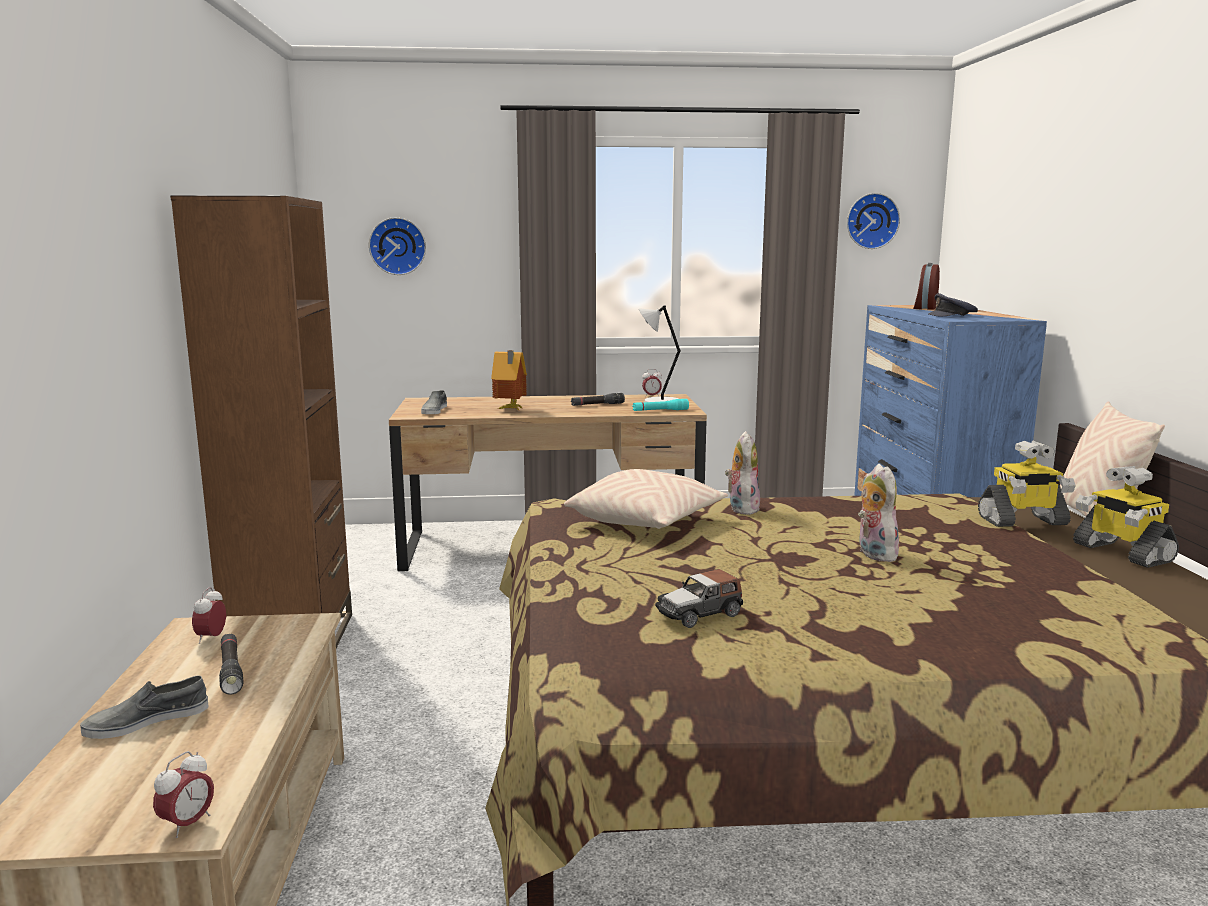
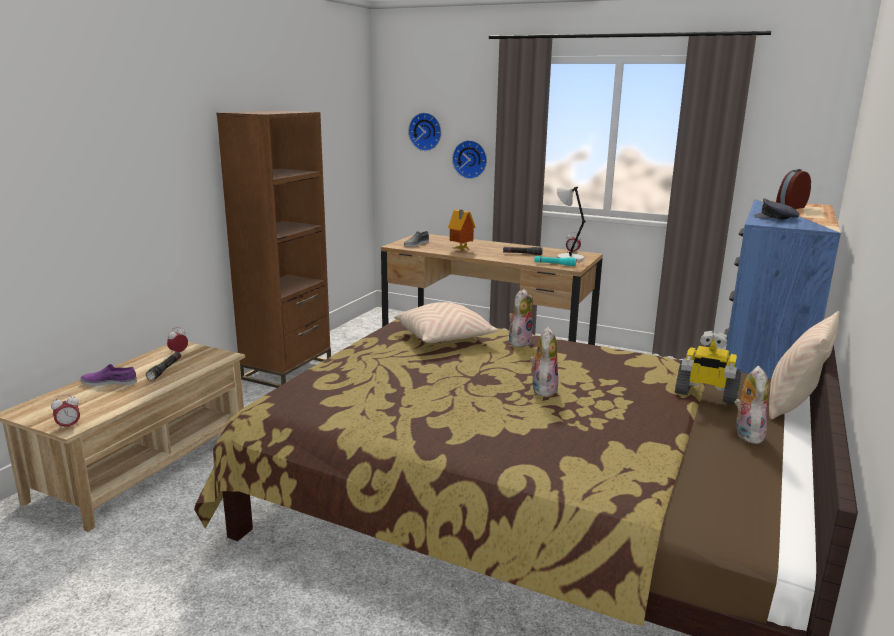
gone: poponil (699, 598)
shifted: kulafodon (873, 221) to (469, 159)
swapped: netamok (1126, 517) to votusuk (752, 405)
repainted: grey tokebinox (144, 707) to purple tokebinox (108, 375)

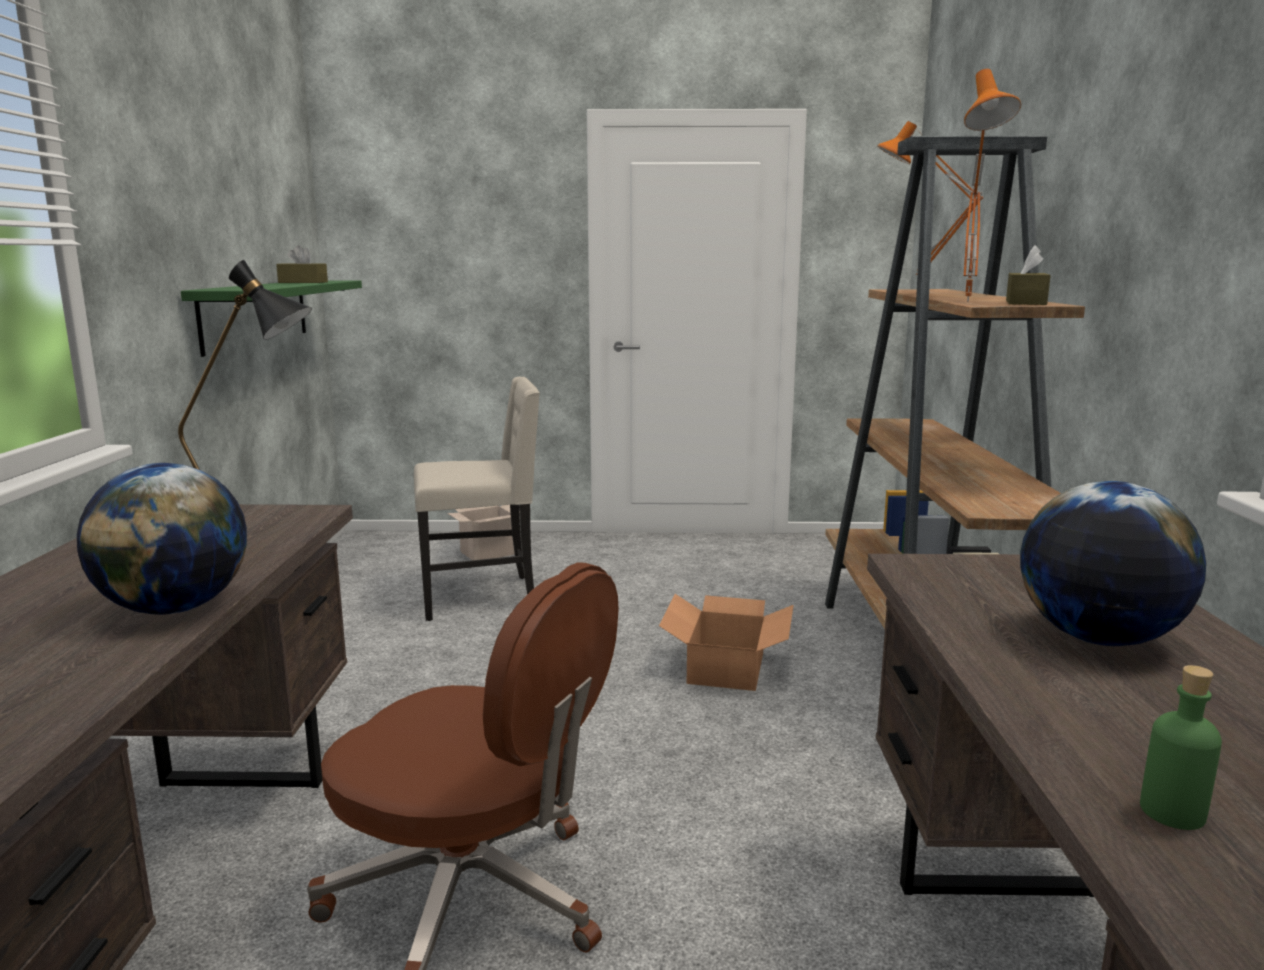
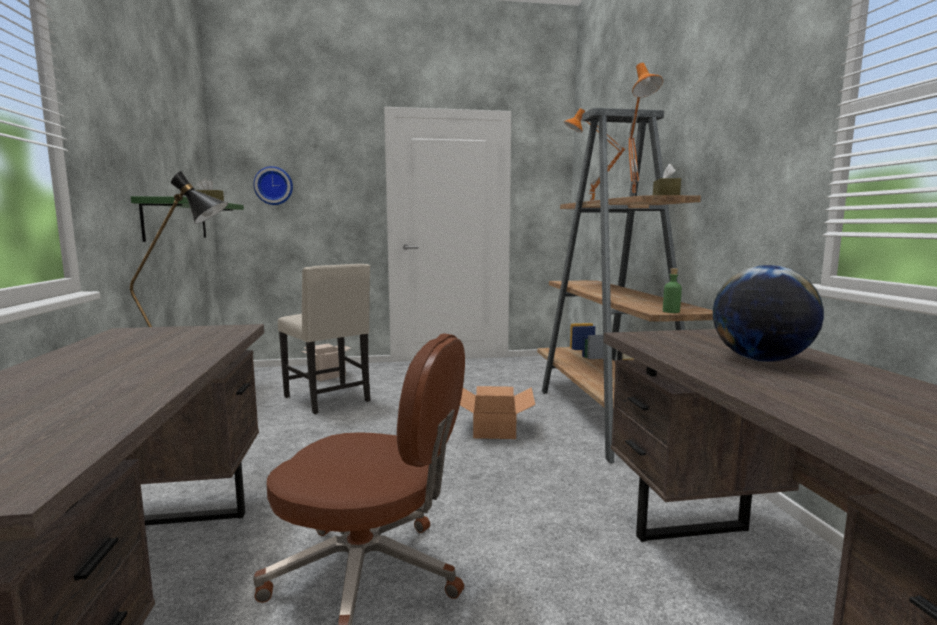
gone: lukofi (162, 539)
new: kulafodon (273, 185)
shifted: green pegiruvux (1181, 747) to (672, 290)
rotated: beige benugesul (477, 499) = (324, 339) 75 degrees clockwise

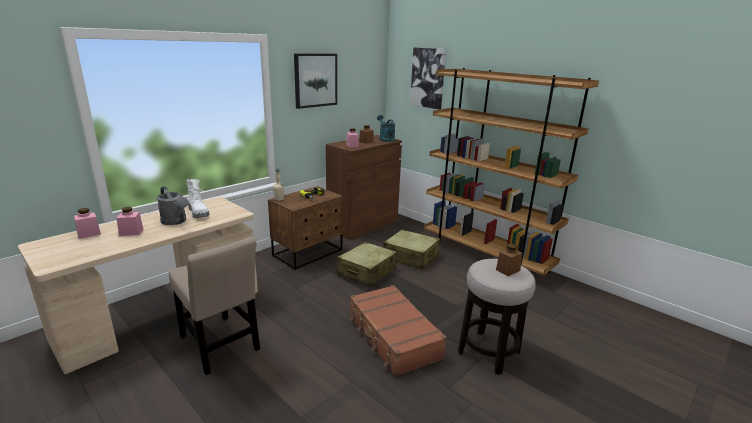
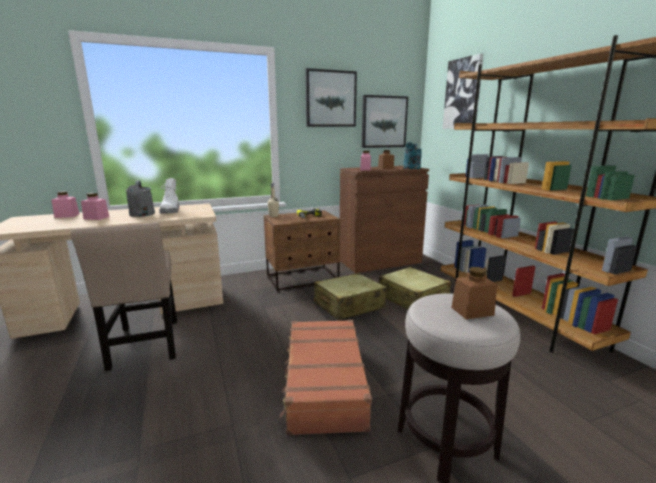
new: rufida (385, 121)

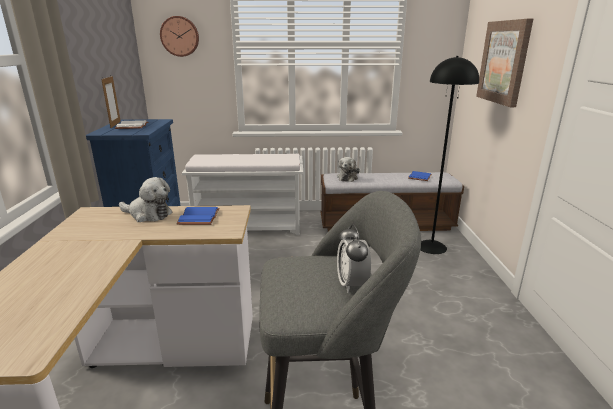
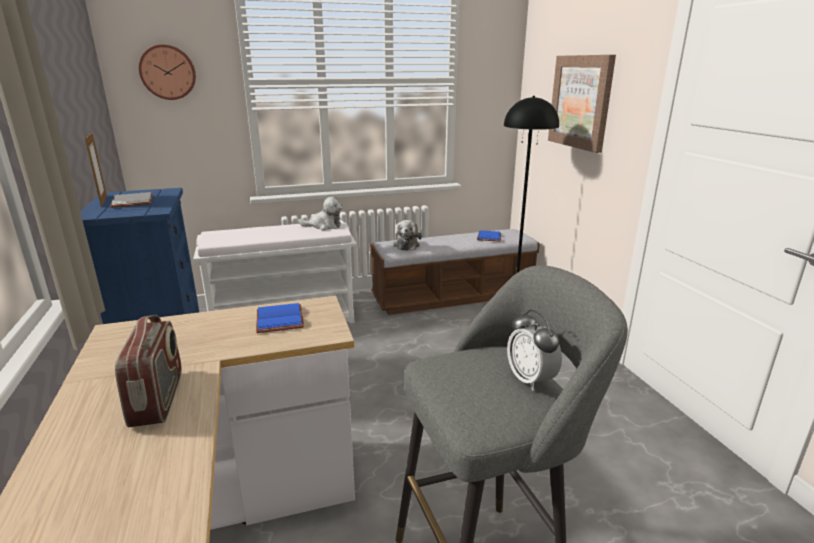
new: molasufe (148, 371)
shifted: votusuk (146, 199) to (320, 213)

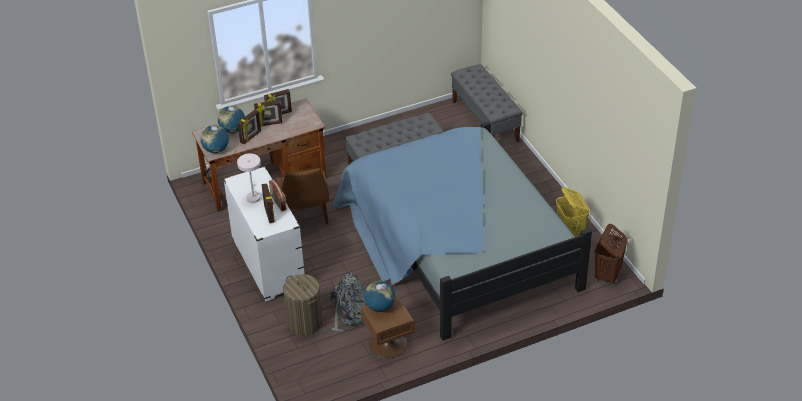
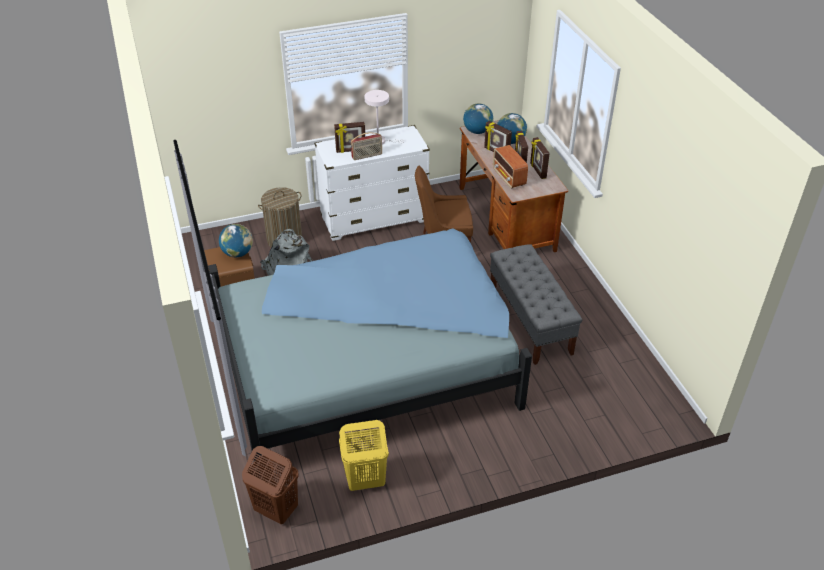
gone: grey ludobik (487, 103)
new: molasufe (510, 167)

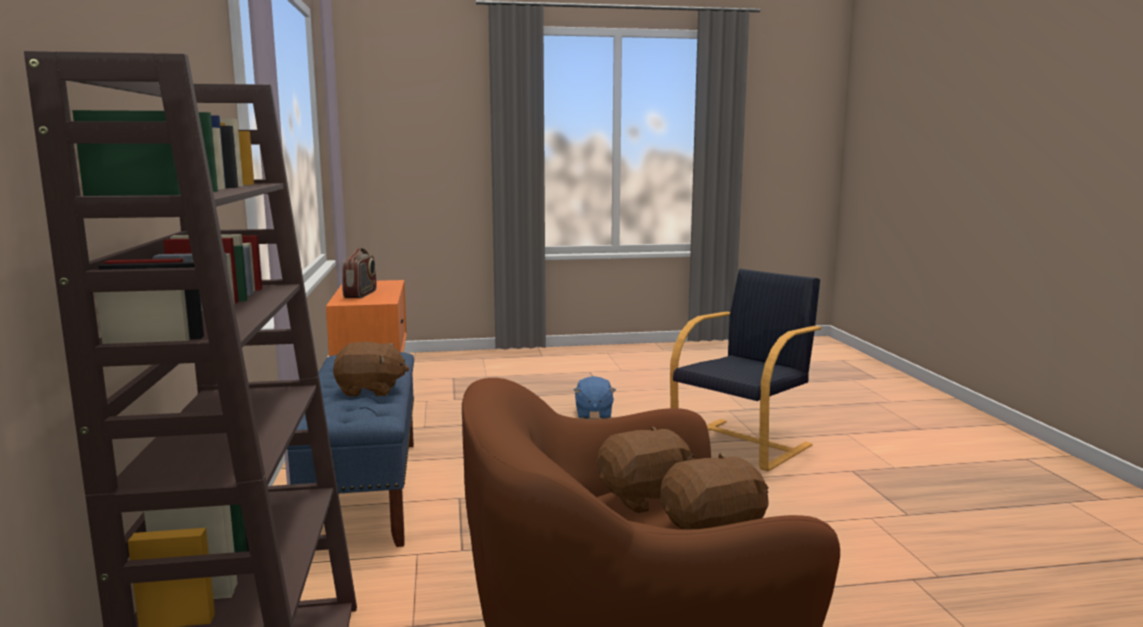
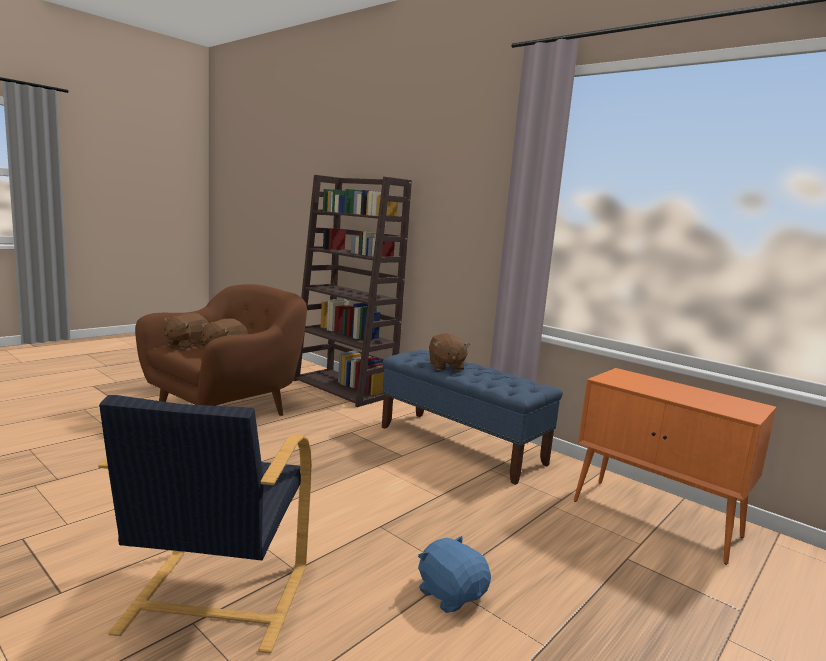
gone: molasufe (359, 273)
rotated: brown votusuk (371, 369) = (449, 352) 60 degrees counterclockwise

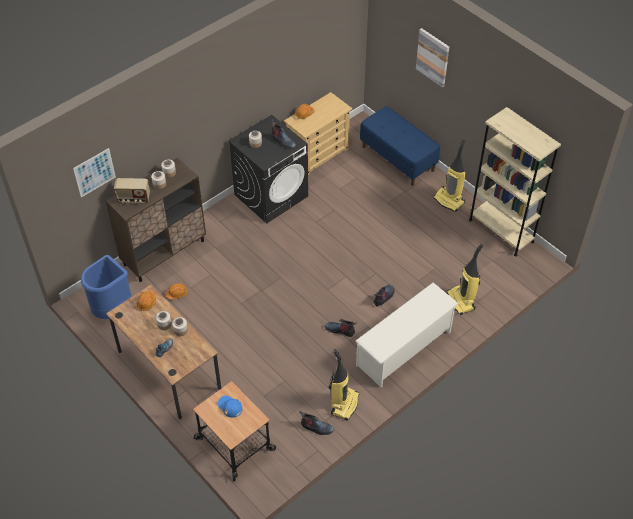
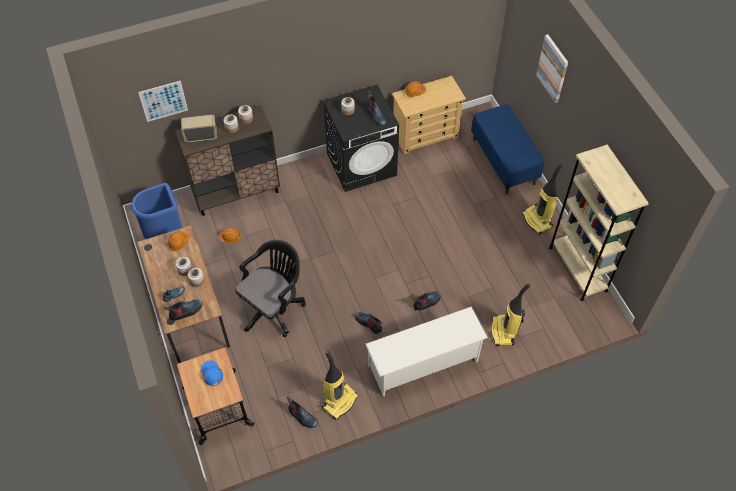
new: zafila (183, 309); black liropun (270, 288)
rotated: molasufe (131, 190) = (199, 129) 150 degrees clockwise

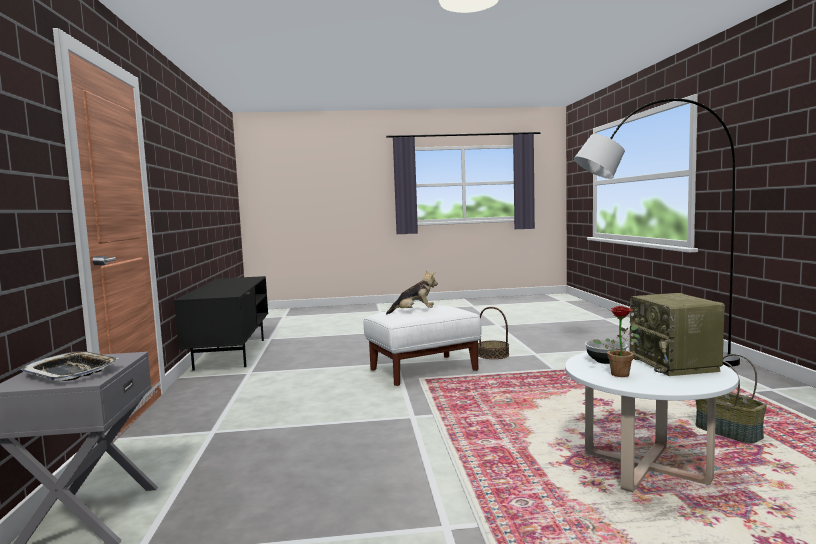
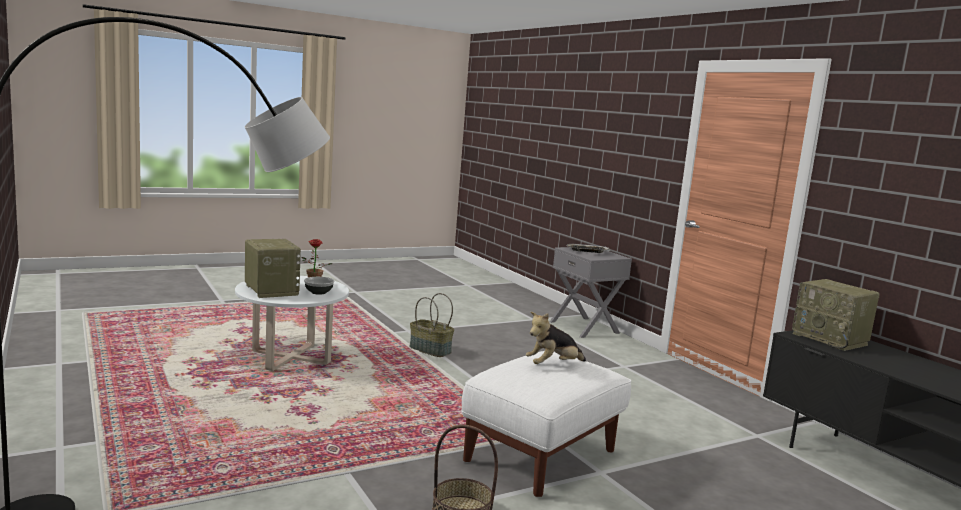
new: molasufe (836, 315)
shifted: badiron (731, 399) to (431, 325)

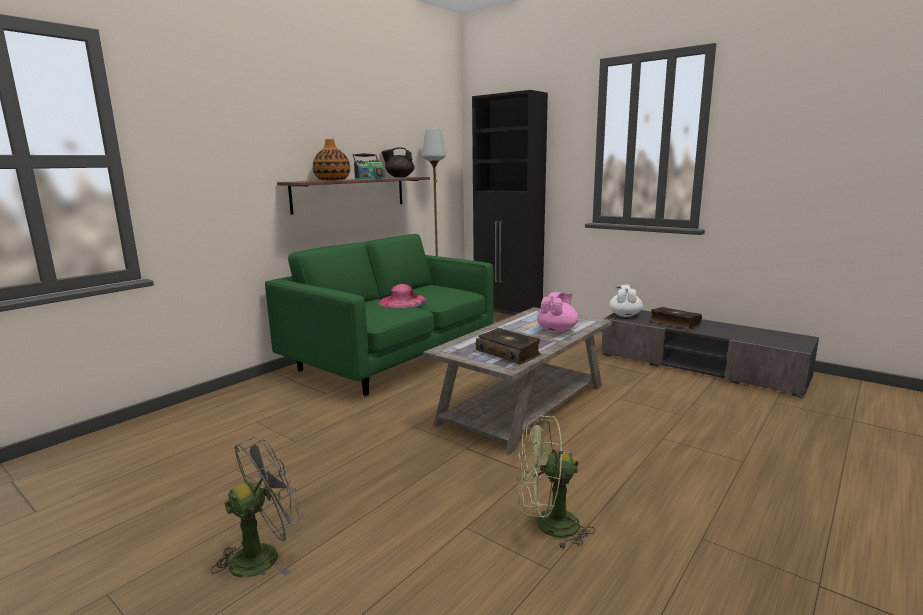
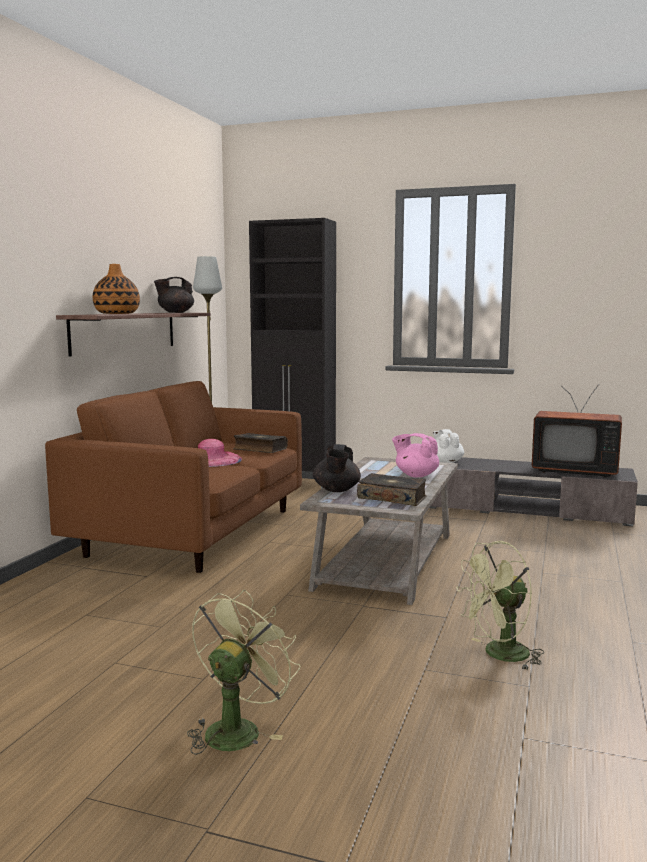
gone: molasufe (369, 166)
new: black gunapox (337, 468); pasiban (577, 431)
shifted: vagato (676, 318) to (261, 443)
repainted: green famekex (379, 315) to brown famekex (173, 477); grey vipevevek (257, 507) to green vipevevek (243, 672)
rotated: pink gunapox (558, 312) = (415, 455) 75 degrees counterclockwise

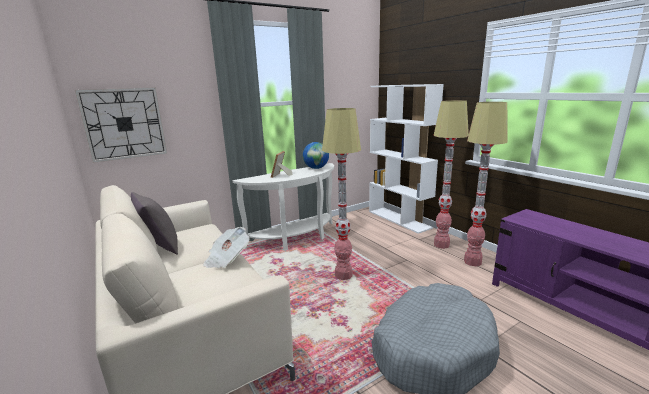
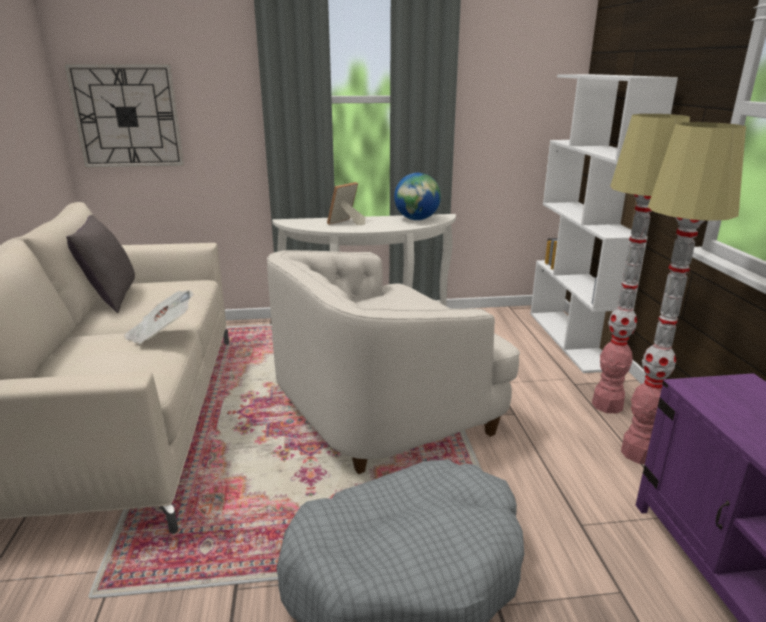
swapped: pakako (341, 194) to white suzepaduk (393, 362)

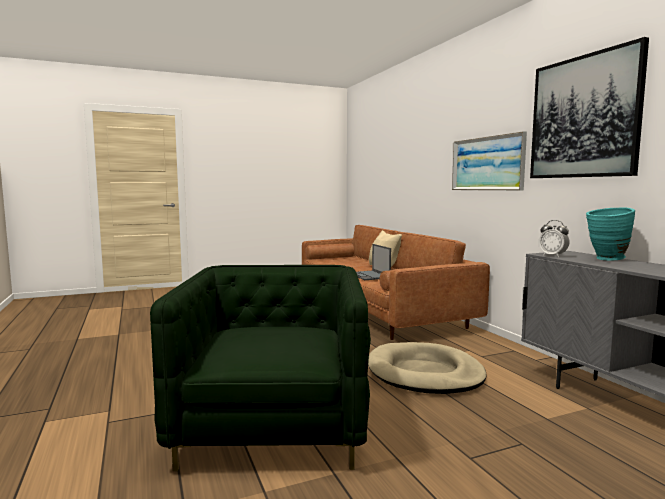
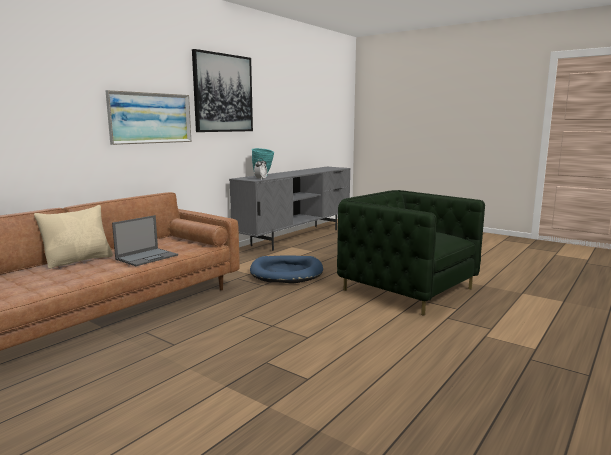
repainted: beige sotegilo (427, 368) to blue sotegilo (286, 269)
rotated: green suzepaduk (260, 368) = (411, 253) 75 degrees clockwise

